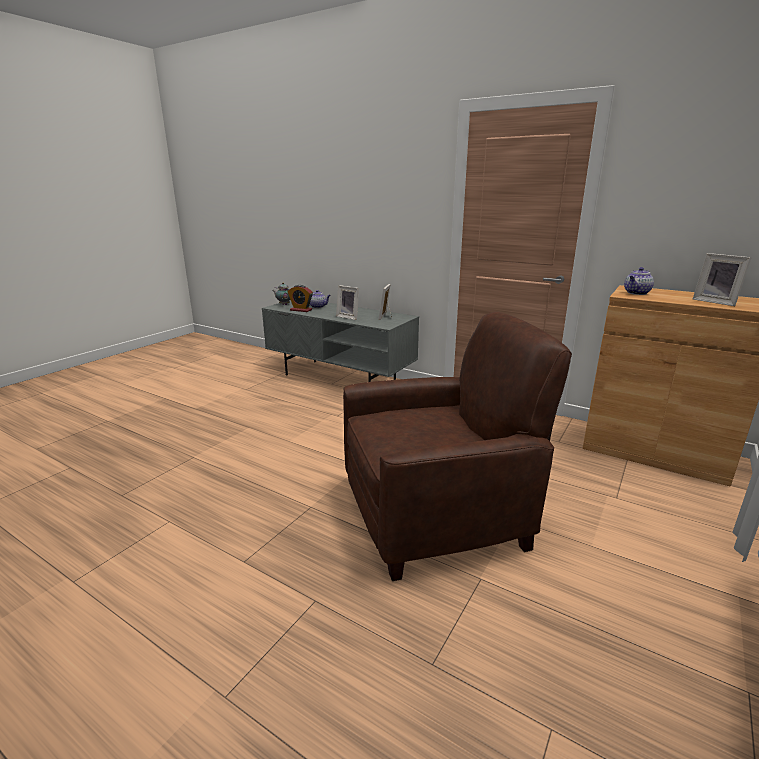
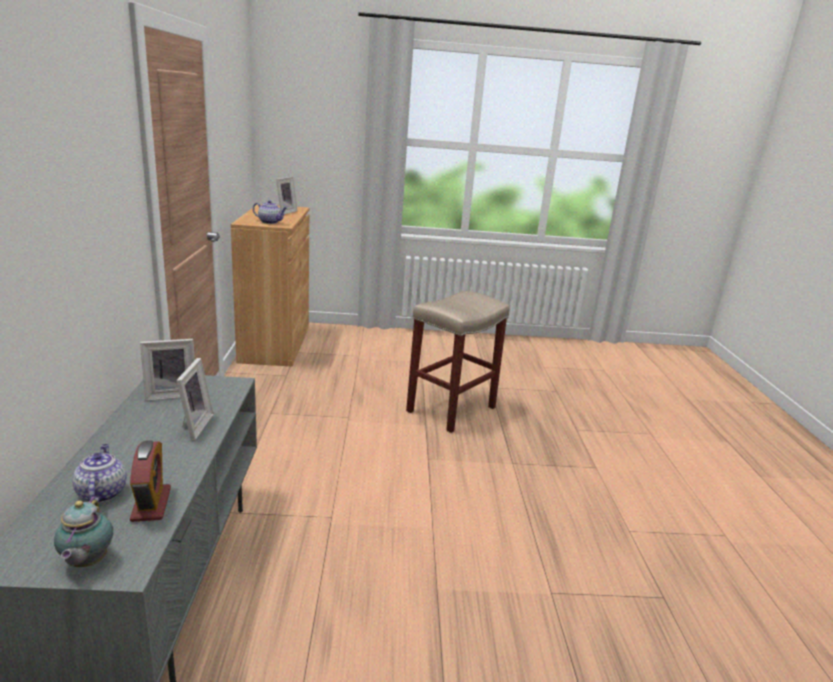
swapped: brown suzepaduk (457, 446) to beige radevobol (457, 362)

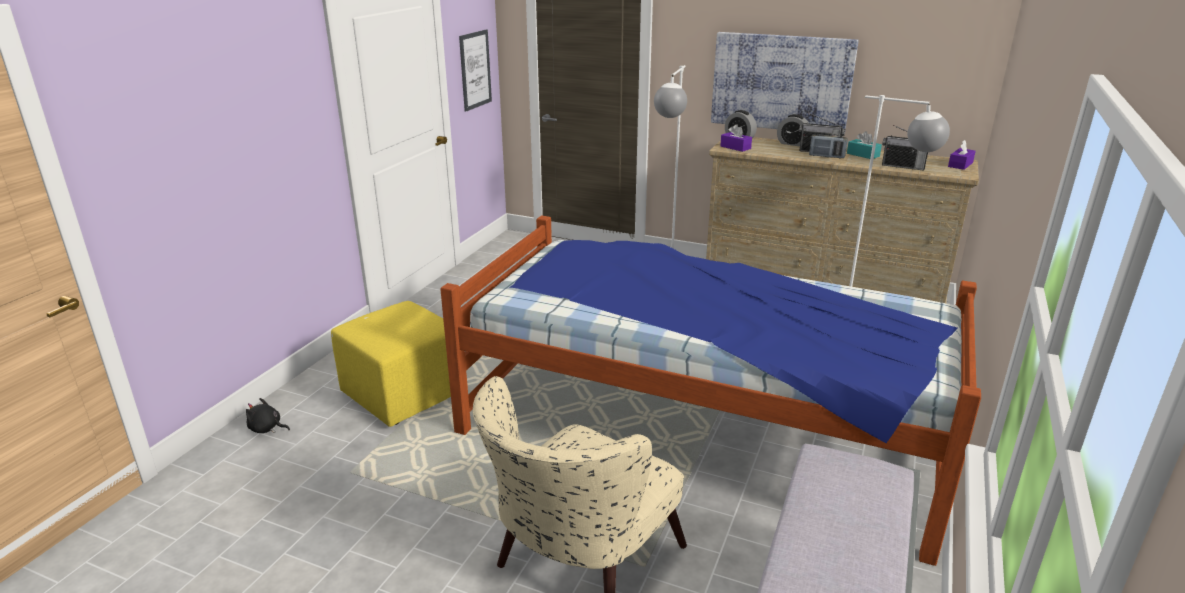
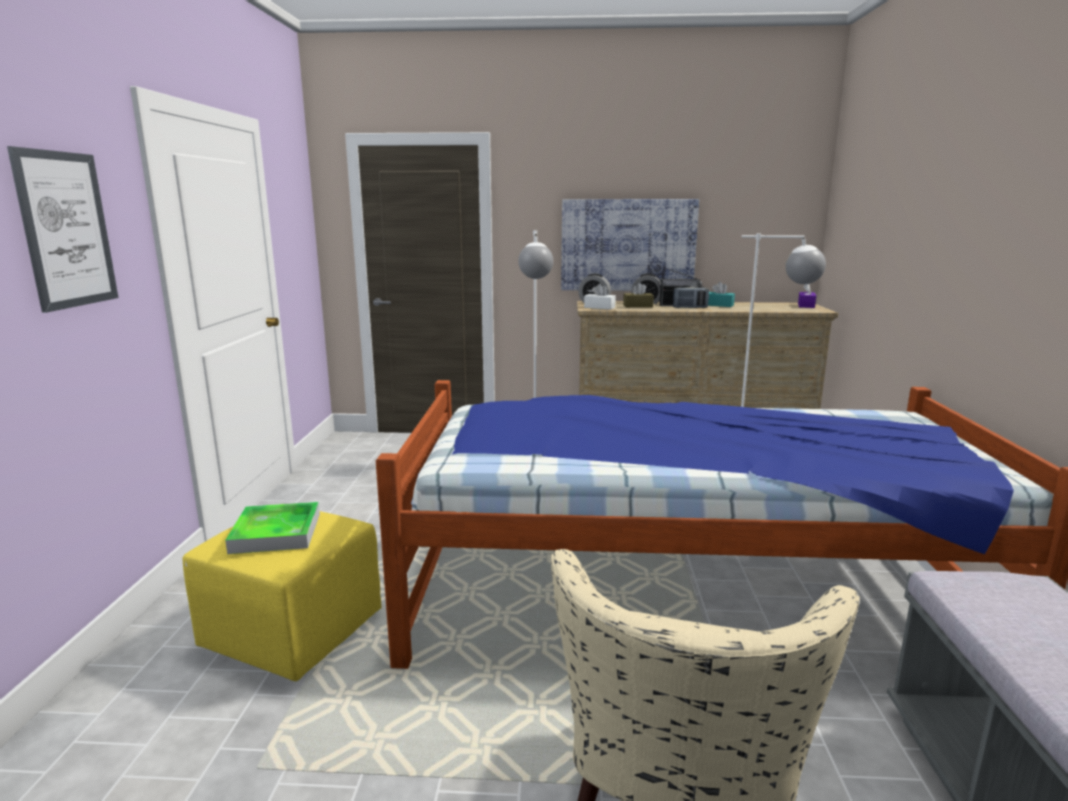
gone: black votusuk (268, 415); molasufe (905, 148)
new: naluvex (272, 528); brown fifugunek (638, 294)
shifted: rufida (475, 70) to (62, 229)
repainted: purple fifugunek (736, 138) to white fifugunek (600, 297)

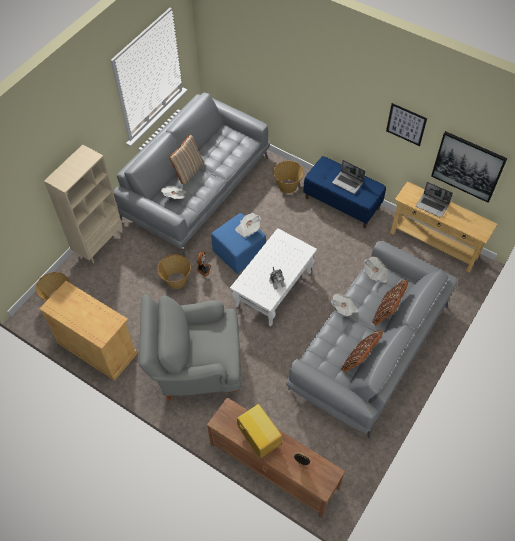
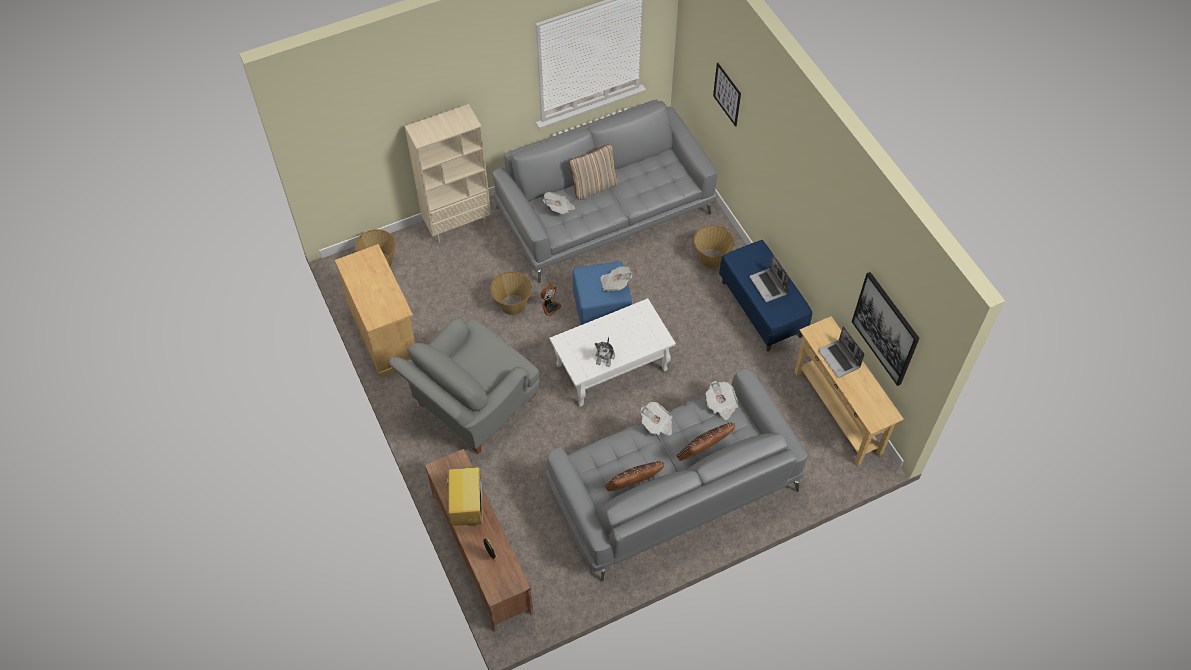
shifted: rufida (406, 124) to (727, 95)
rotated: grey suzepaduk (190, 347) = (464, 386) 75 degrees counterclockwise

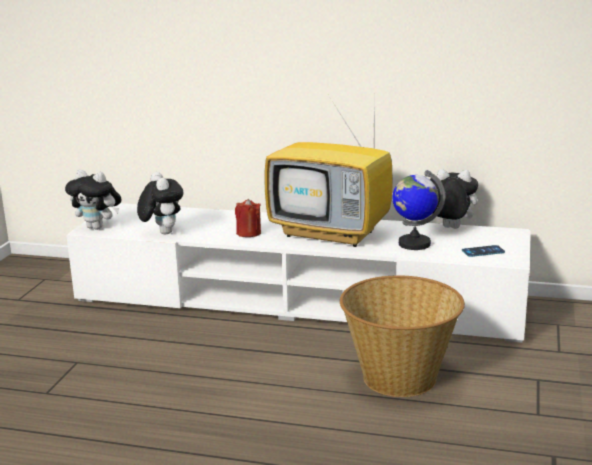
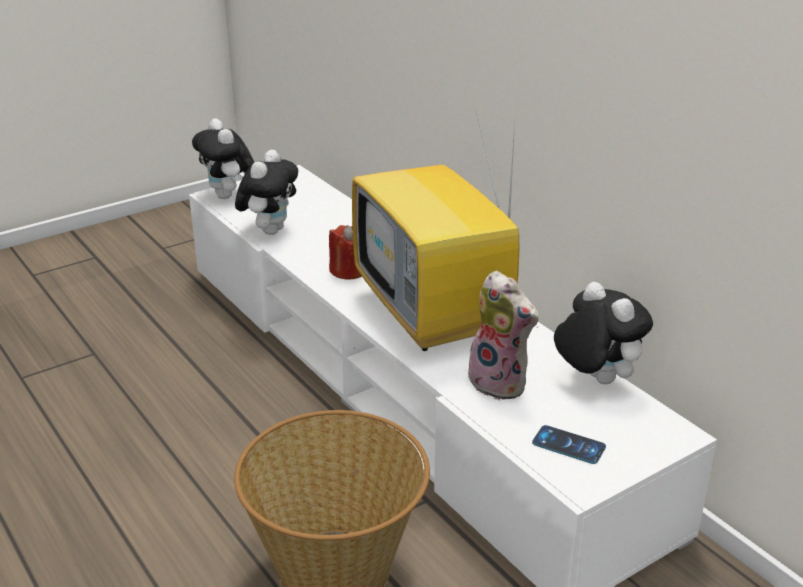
swapped: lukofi (418, 210) to votusuk (502, 336)

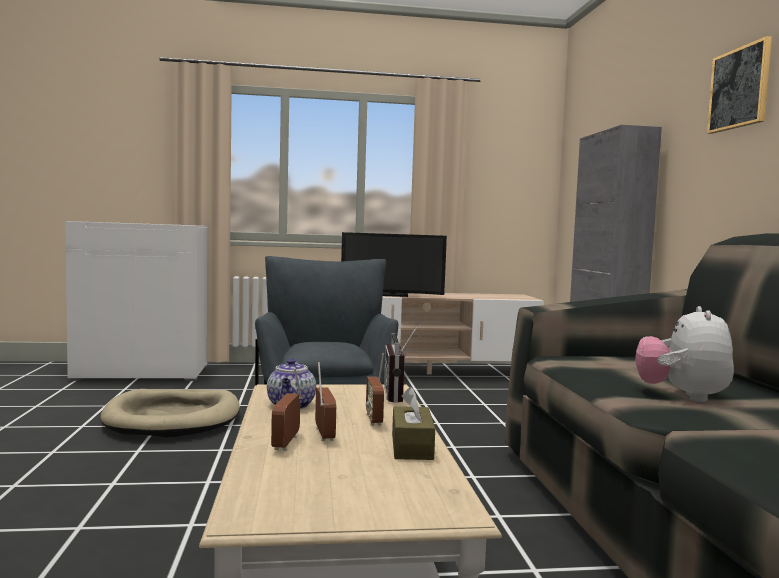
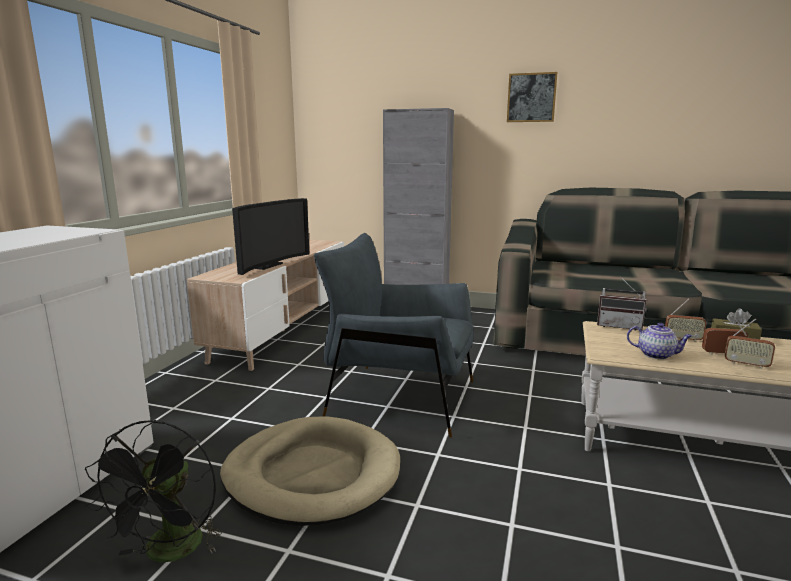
gone: votusuk (684, 354)
new: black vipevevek (153, 491)

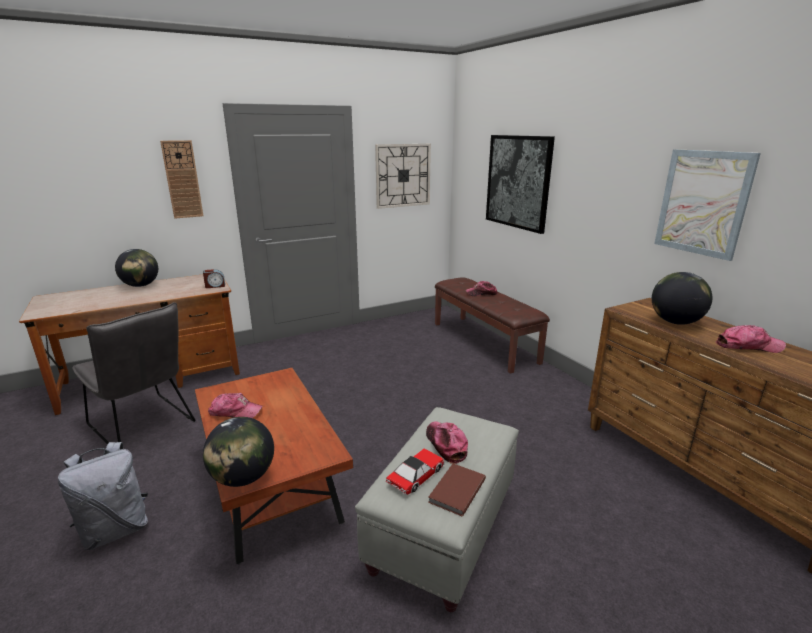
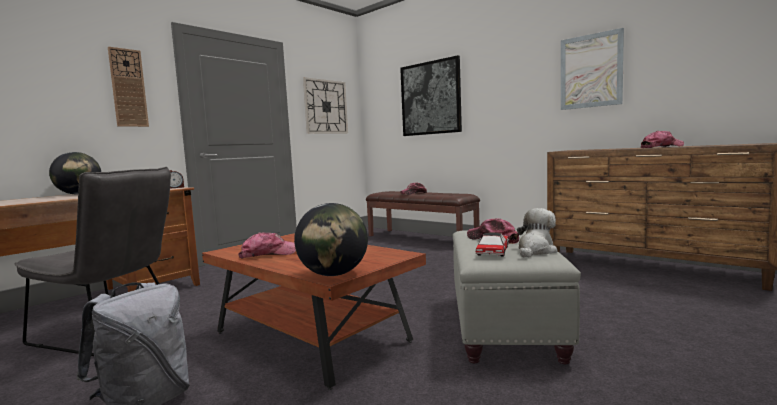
gone: lukofi (682, 298)
swapped: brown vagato (457, 490) to votusuk (537, 233)

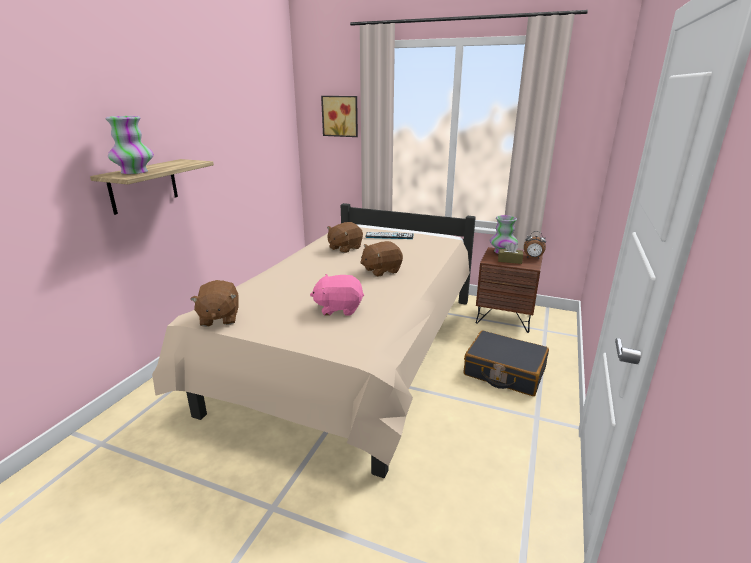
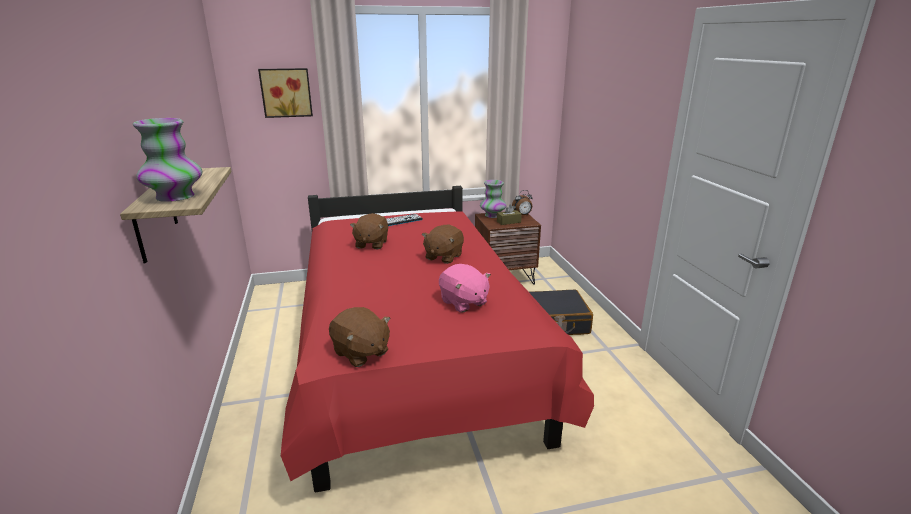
repainted: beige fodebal (314, 340) to red fodebal (437, 339)
rotated: pink votusuk (337, 295) = (465, 288) 90 degrees counterclockwise

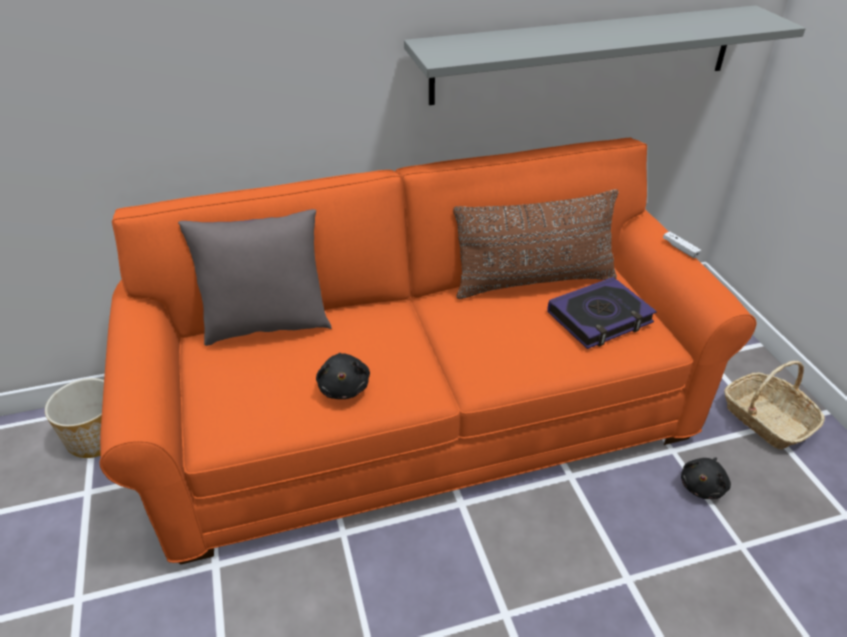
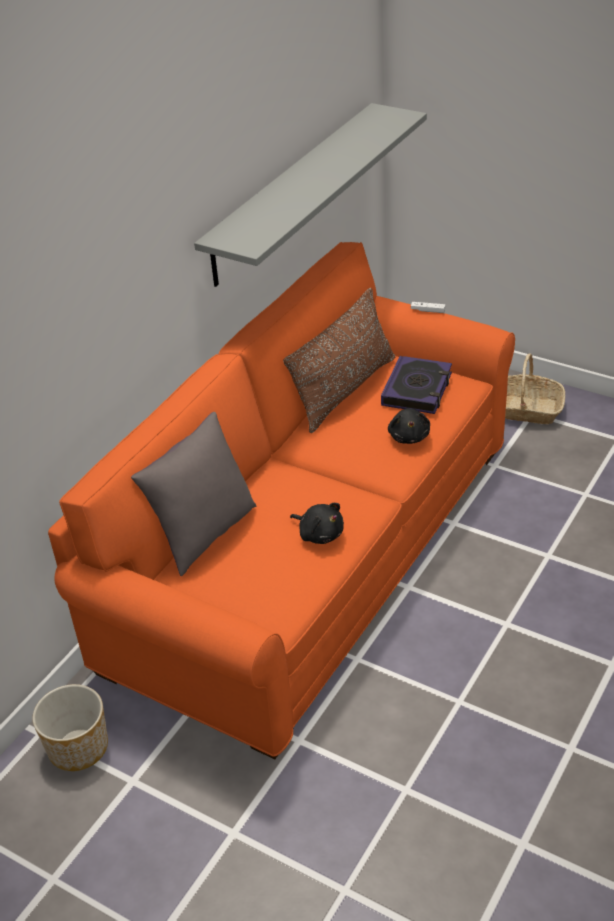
shifted: black votusuk (706, 478) to (409, 426)

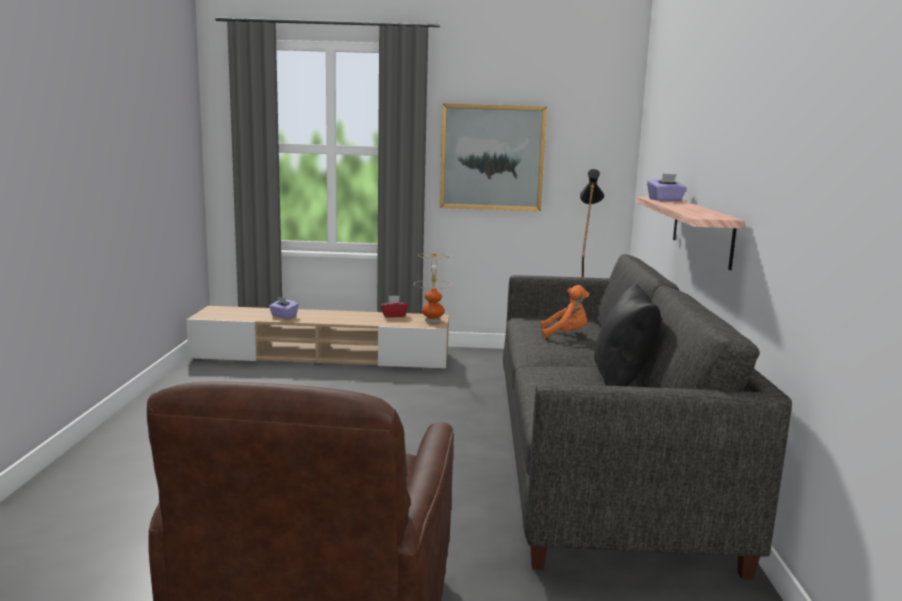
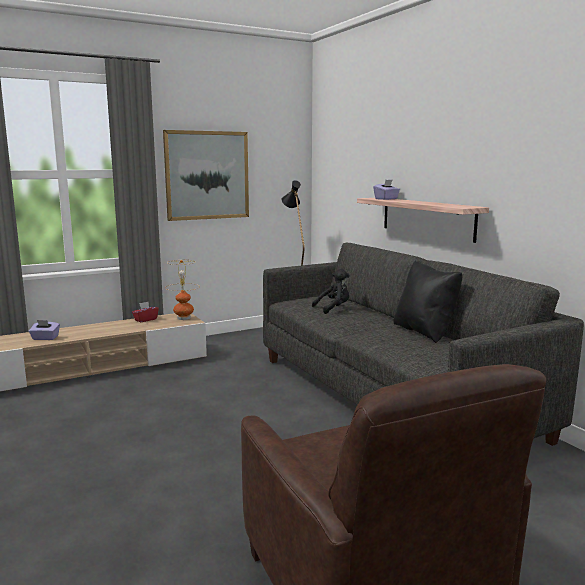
repainted: orange votusuk (564, 311) to black votusuk (331, 291)

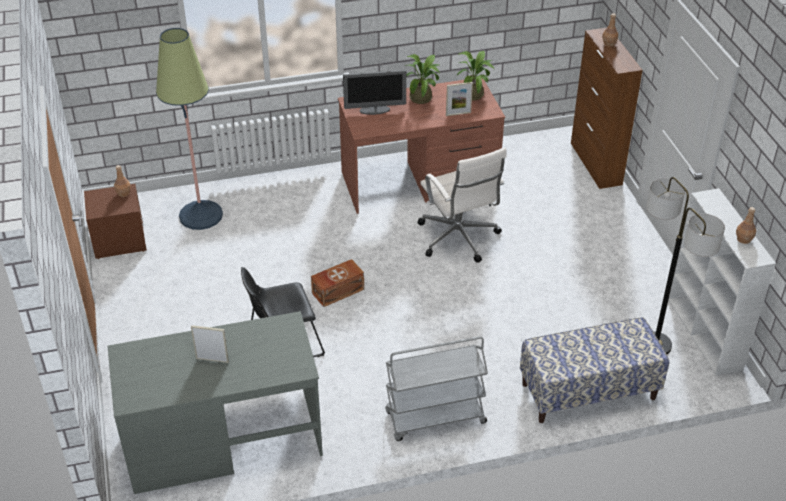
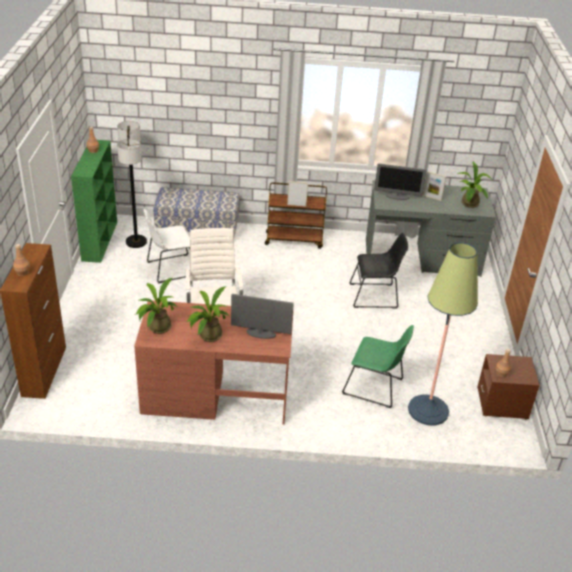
gone: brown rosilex (337, 283)
new: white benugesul (167, 246); green benugesul (378, 366); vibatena (400, 181); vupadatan (474, 184)
shifted: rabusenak (459, 99) to (297, 194)
repainted: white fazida (722, 281) to green fazida (94, 201); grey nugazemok (436, 388) to brown nugazemok (296, 215)

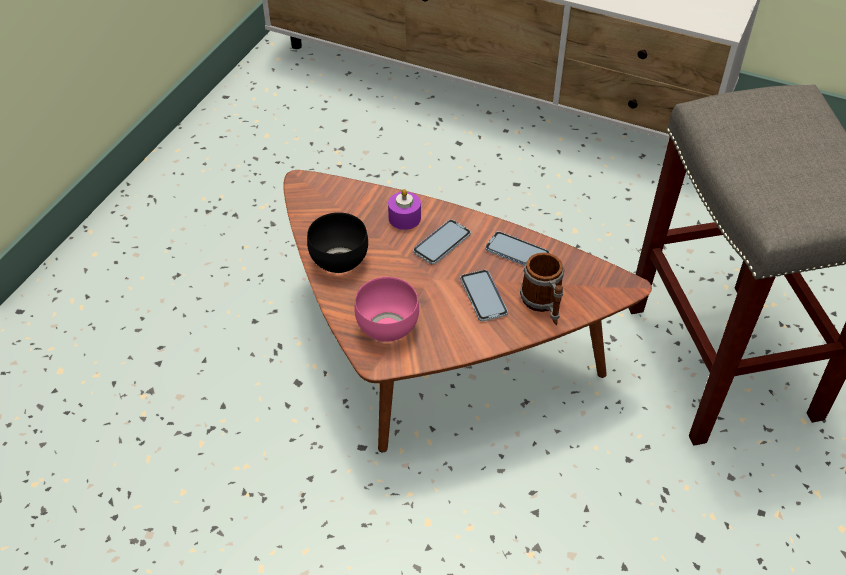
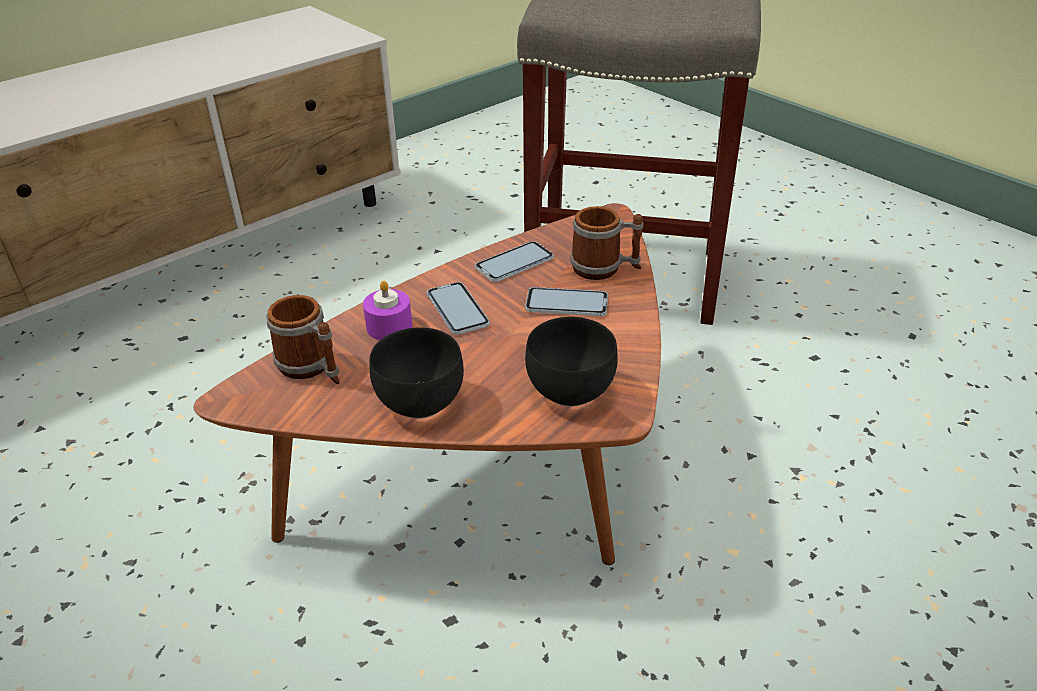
new: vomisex (303, 339)
repainted: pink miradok (386, 309) to black miradok (571, 362)

